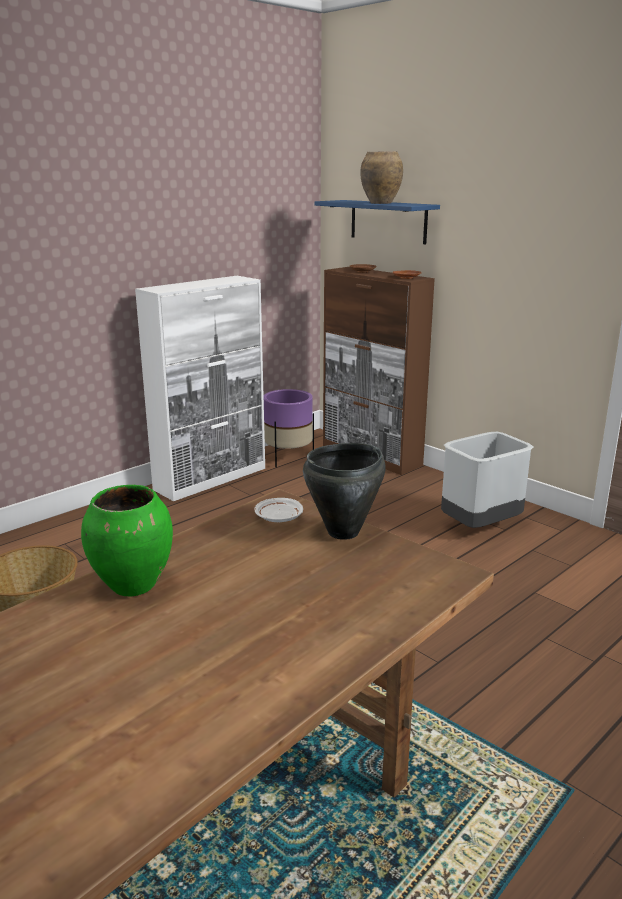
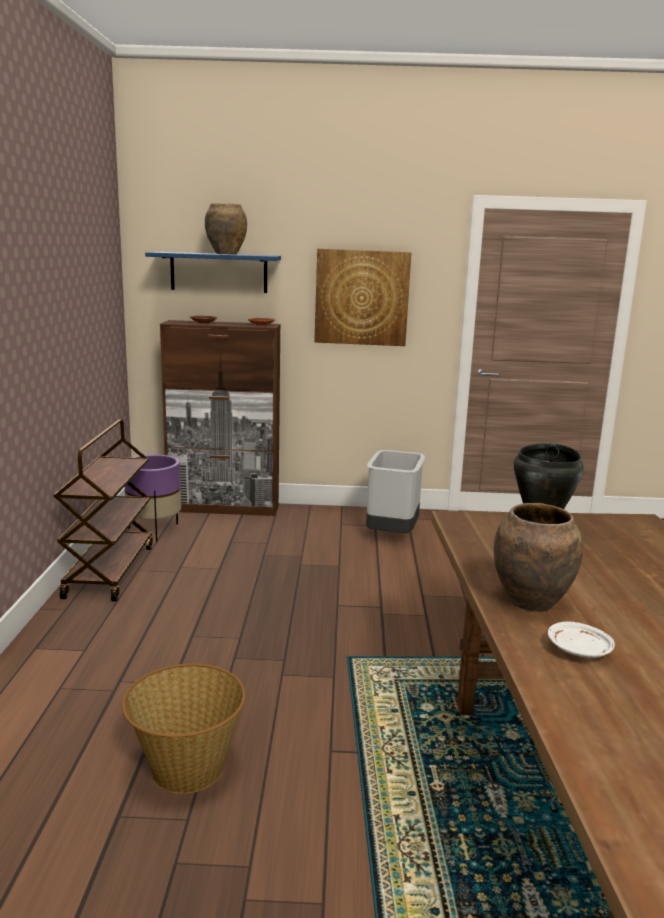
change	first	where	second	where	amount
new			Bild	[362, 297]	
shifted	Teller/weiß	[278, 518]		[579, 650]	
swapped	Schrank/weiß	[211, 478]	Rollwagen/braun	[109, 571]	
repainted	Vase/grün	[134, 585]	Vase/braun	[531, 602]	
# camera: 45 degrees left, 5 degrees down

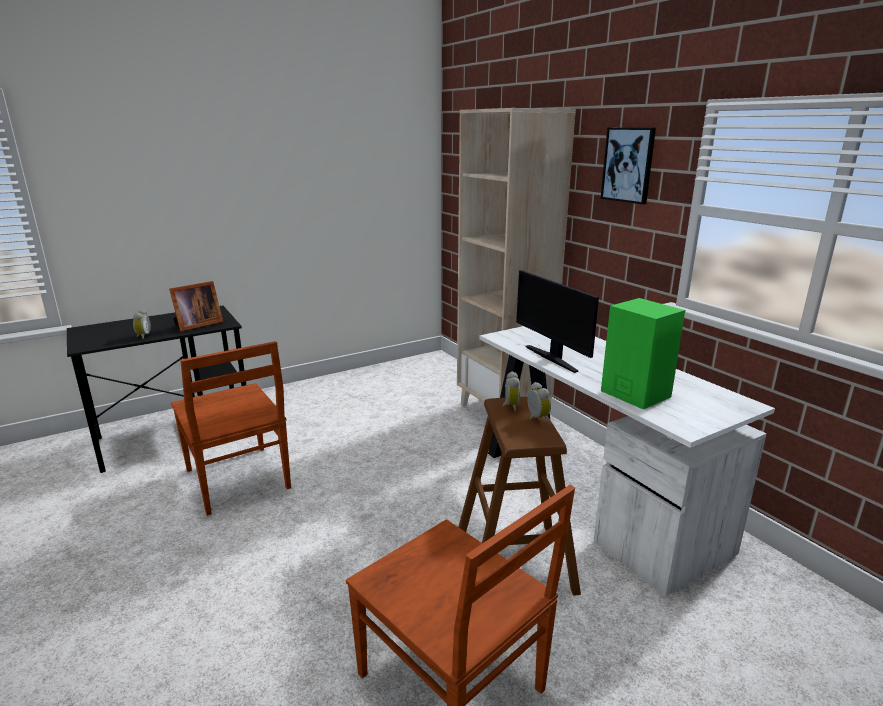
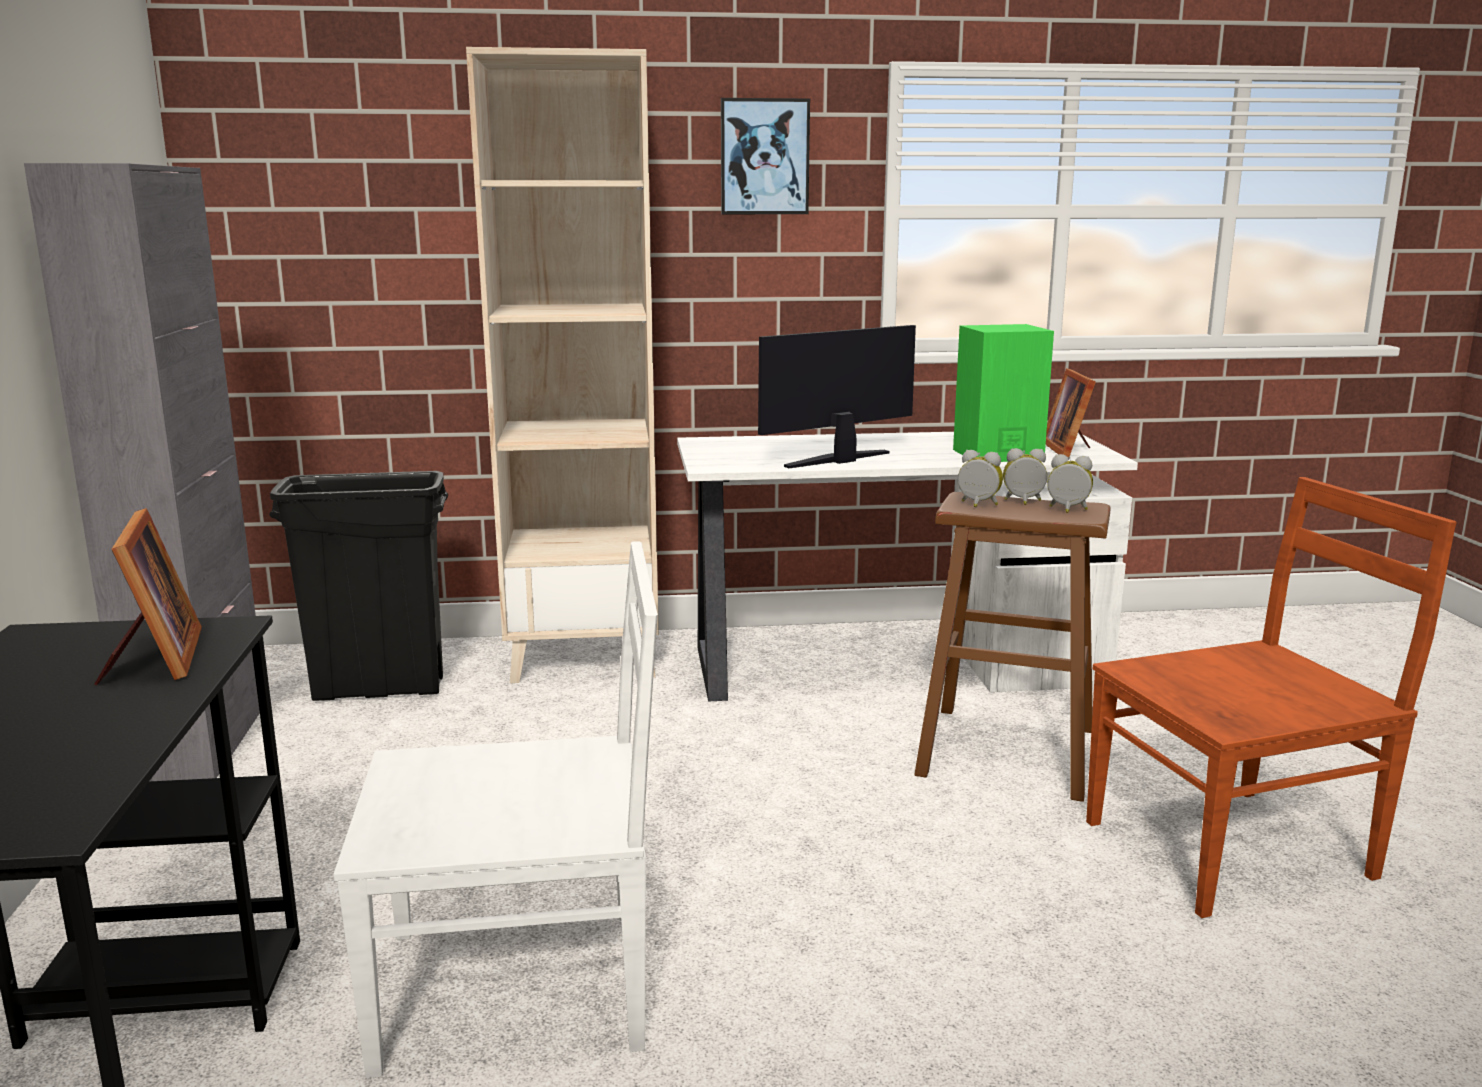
change	first	where	second	where	amount
new			Schrank/grau	[202, 743]	
new			Mülleimer/schwarz	[380, 689]	
new			Bilderrahmen	[1070, 450]	
shifted	Wecker	[143, 336]		[1067, 510]	
repainted	Stuhl/braun	[238, 480]	Stuhl/weiß	[522, 988]	
rotated	Monitor	[552, 358]		[840, 460]	150 degrees clockwise
# camera: 65 degrees left, 5 degrees down

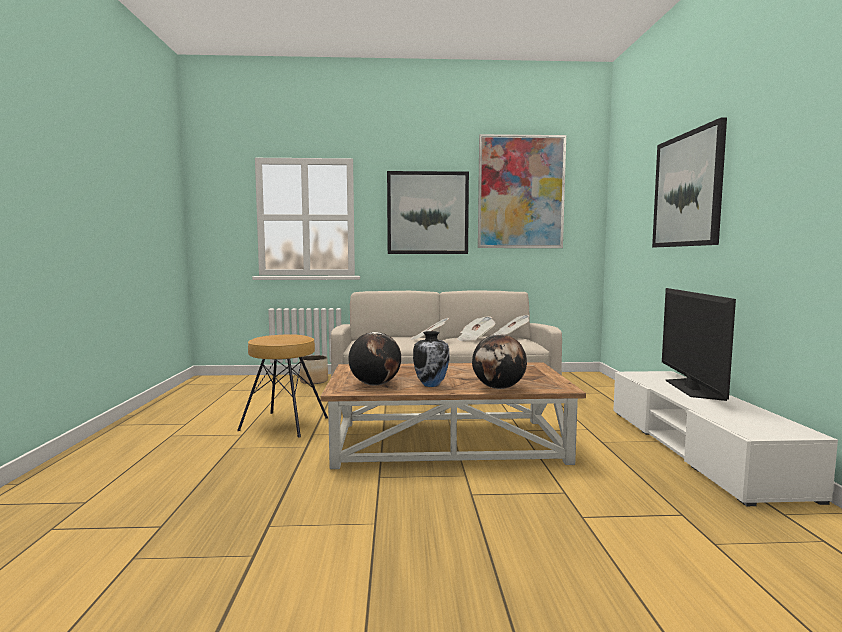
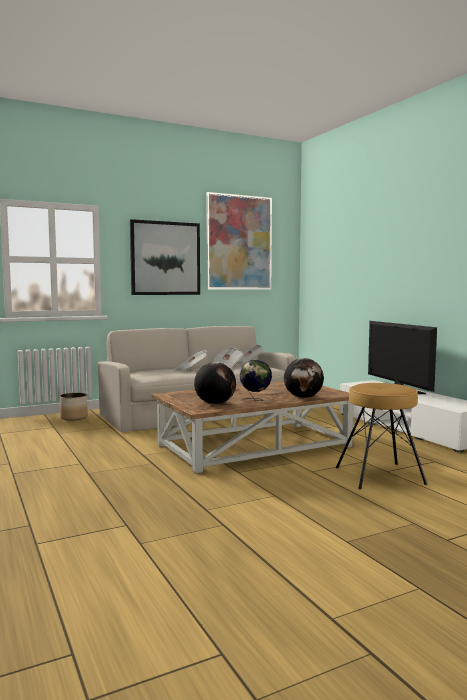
change	first	where	second	where	amount
gone	Bild	[687, 190]			
shifted	Hocker/braun	[284, 424]		[379, 476]	
swapped	Vase	[431, 385]	Globus	[255, 400]	
# camera: 25 degrees left, 0 degrees up

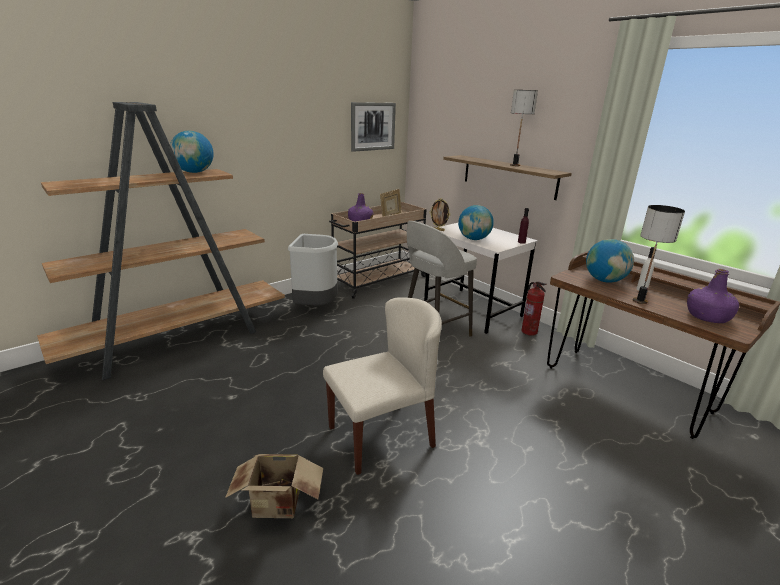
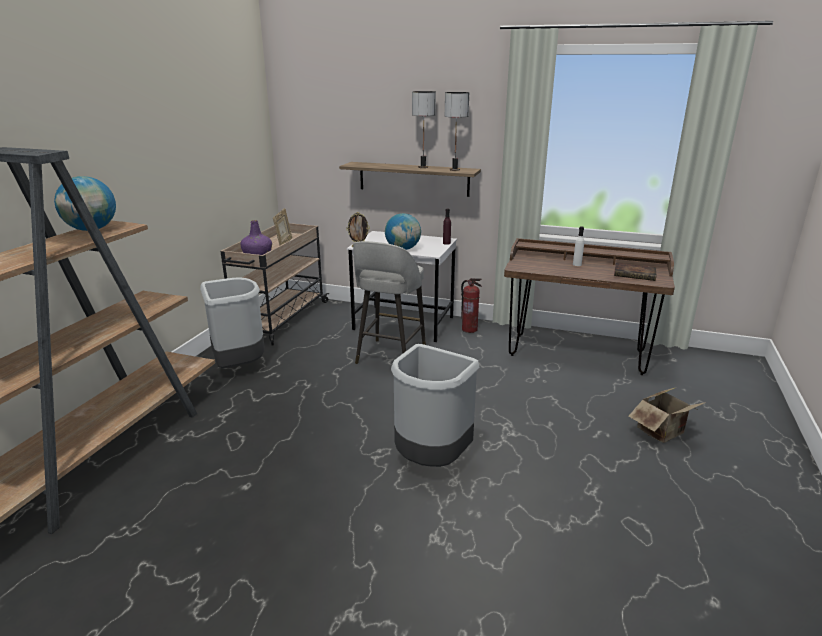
change	first	where	second	where	amount
gone	Bild	[372, 126]			
gone	Globus	[604, 280]			
shifted	Karton	[278, 506]		[663, 432]	
shifted	Tischlampe	[639, 301]		[454, 170]	
swapped	Stuhl/beige	[381, 436]	Mülleimer/grau	[431, 461]	
swapped	Flasche/lila	[707, 317]	Buch	[635, 275]	
# camera: 30 degrees left, 0 degrees up

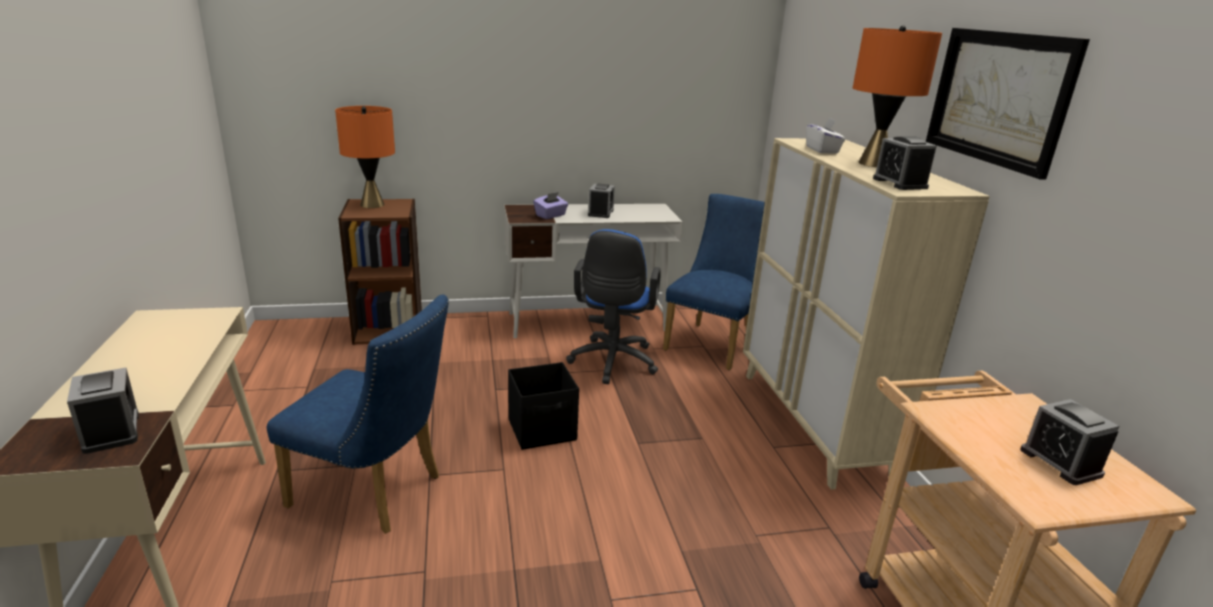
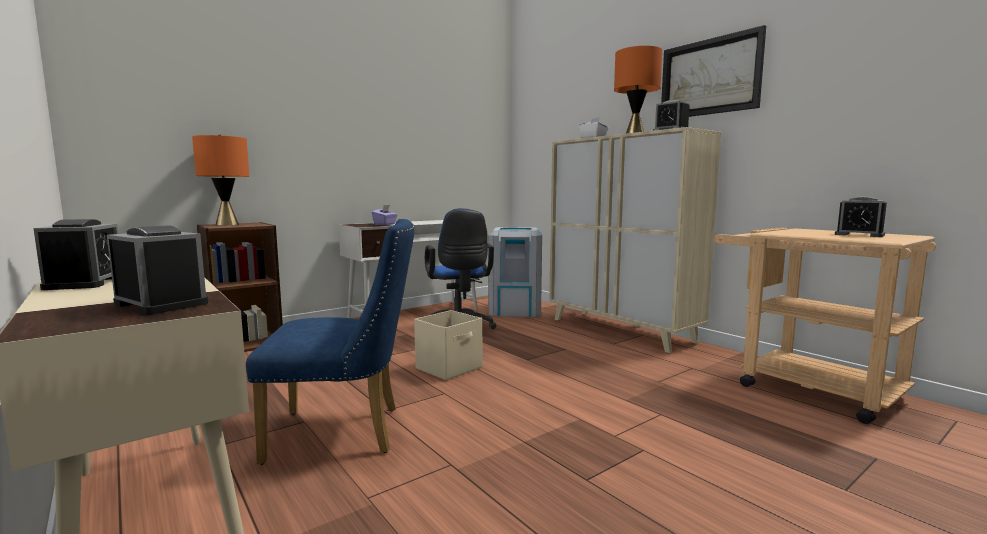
change	first	where	second	where	amount
shifted	Wecker	[600, 213]		[85, 283]	
swapped	Stuhl/blau	[714, 343]	Mülleimer/grau	[515, 310]	
repainted	Aufbewahrungsbox/schwarz	[543, 430]	Aufbewahrungsbox/beige	[450, 368]	
# camera: 25 degrees left, 15 degrees down

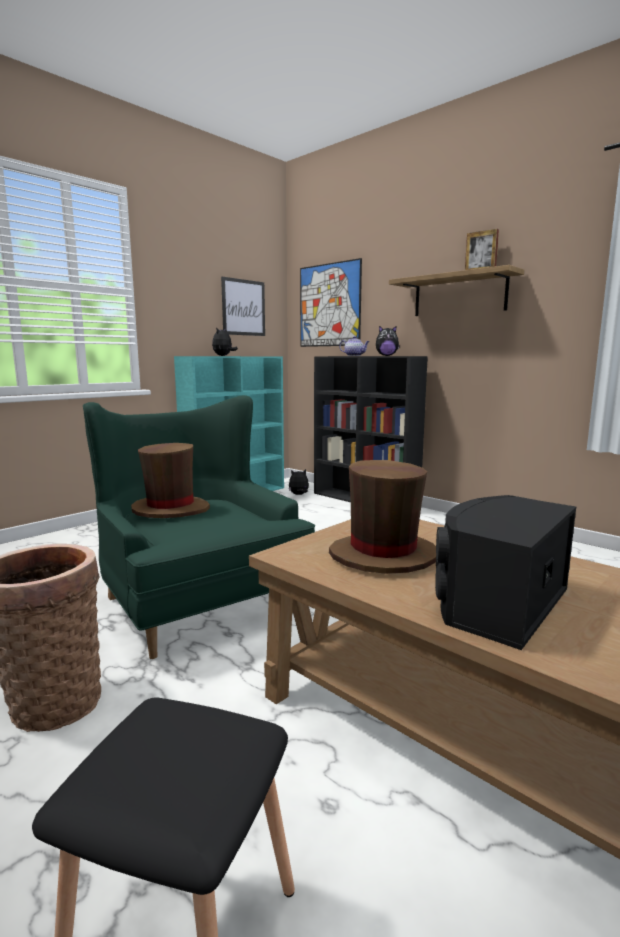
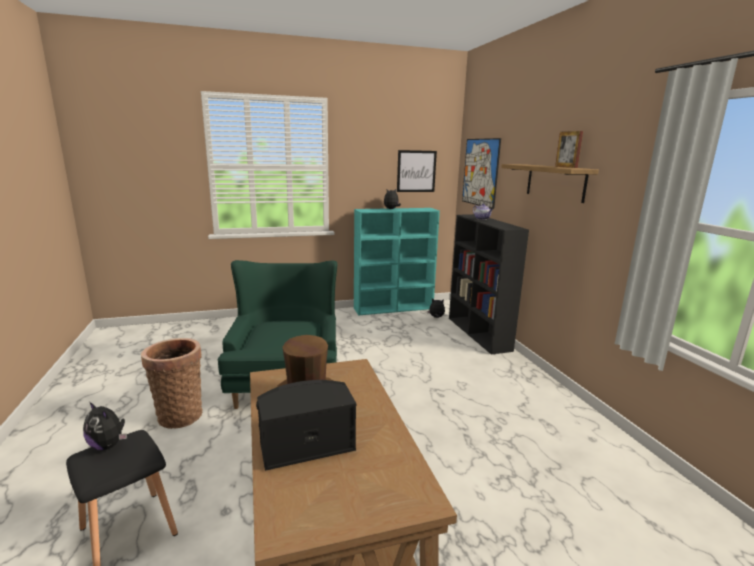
change	first	where	second	where	amount
gone	Hut/braun	[170, 509]			
shifted	Plüschtier	[386, 356]		[108, 445]	
# camera: 30 degrees right, 5 degrees up

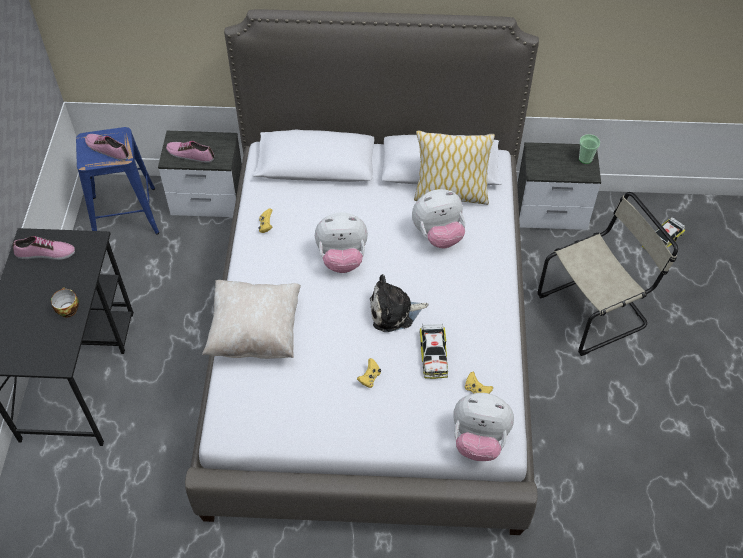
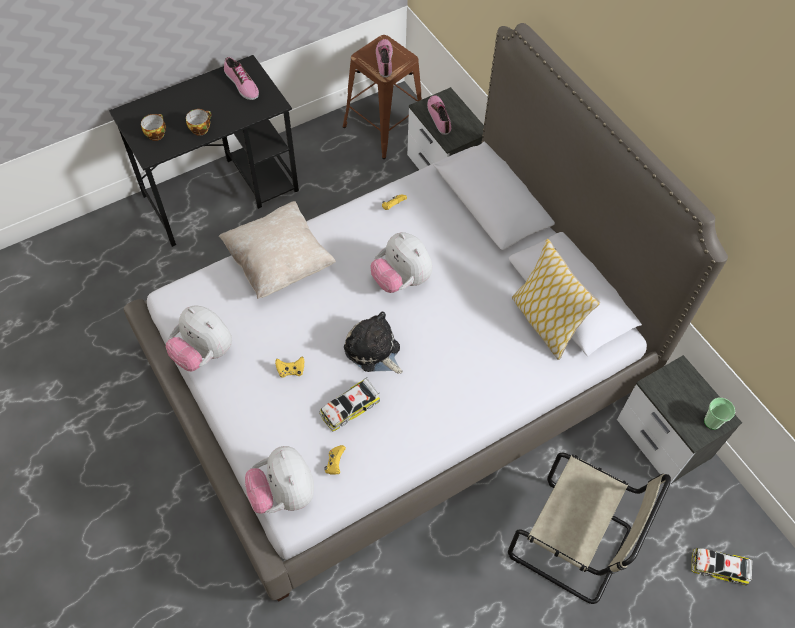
change	first	where	second	where	amount
new			Tasse	[156, 133]	
shifted	Plüschtier	[438, 235]		[204, 353]	
repainted	Hocker/blau	[125, 214]	Hocker/braun	[385, 126]	
# camera: 55 degrees right, 5 degrees up

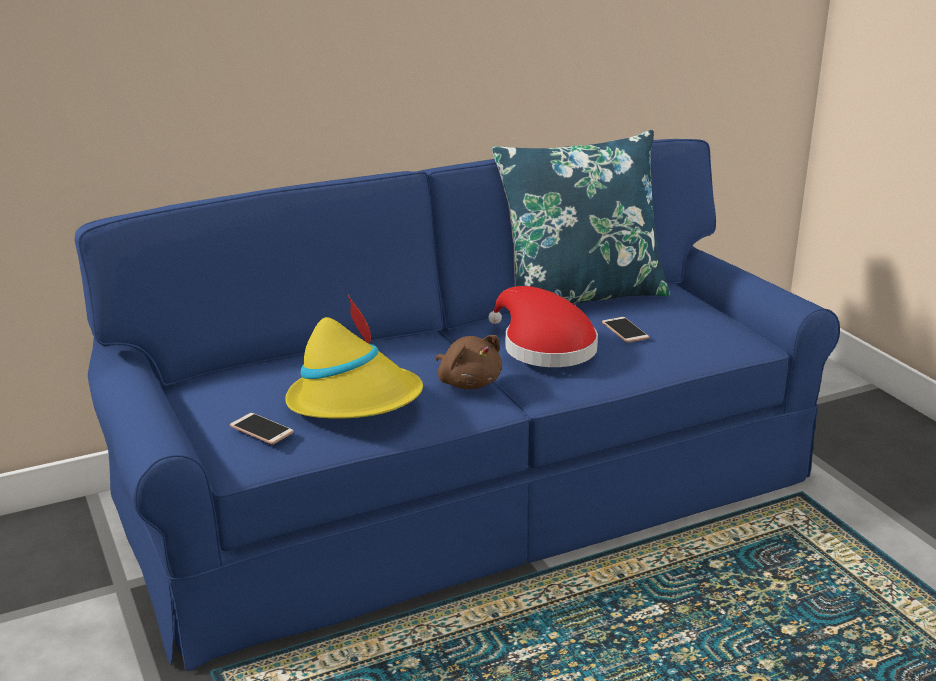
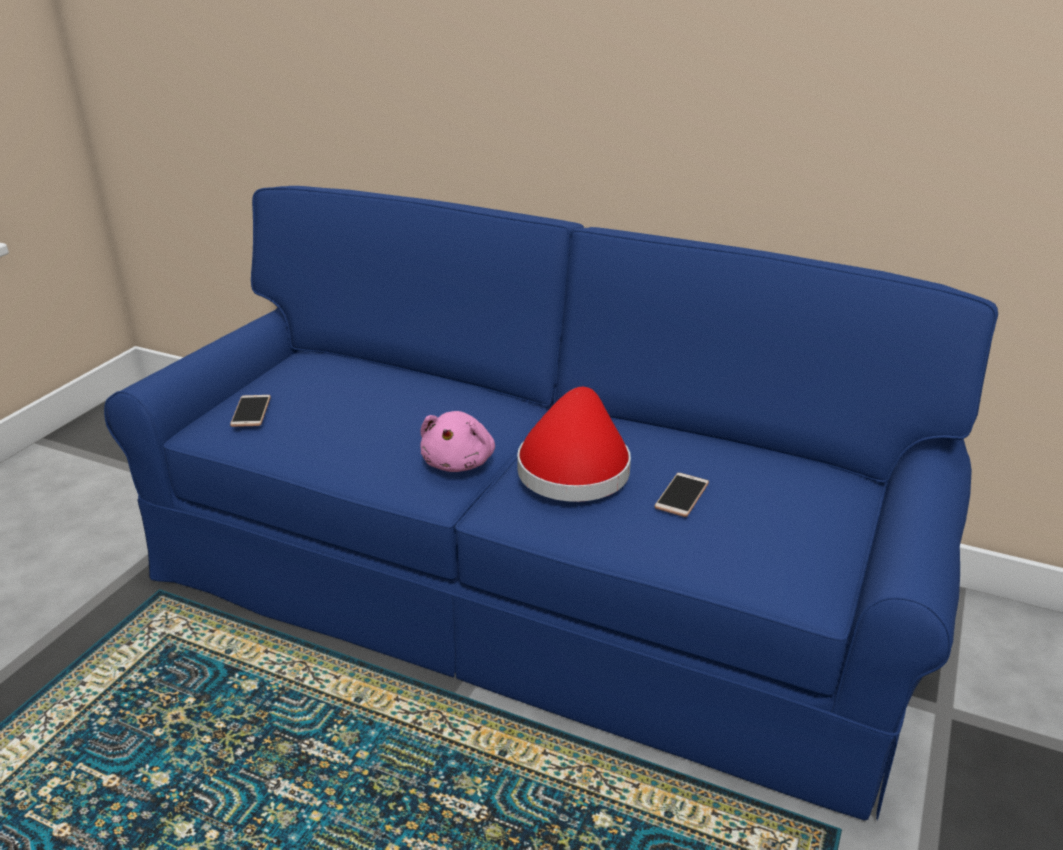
change	first	where	second	where	amount
gone	Hut/gelb	[355, 400]			
gone	Kissen/blau	[580, 296]			
repainted	Plüschtier/braun	[468, 382]	Plüschtier/rosa	[459, 462]	
# camera: 50 degrees right, 5 degrees up

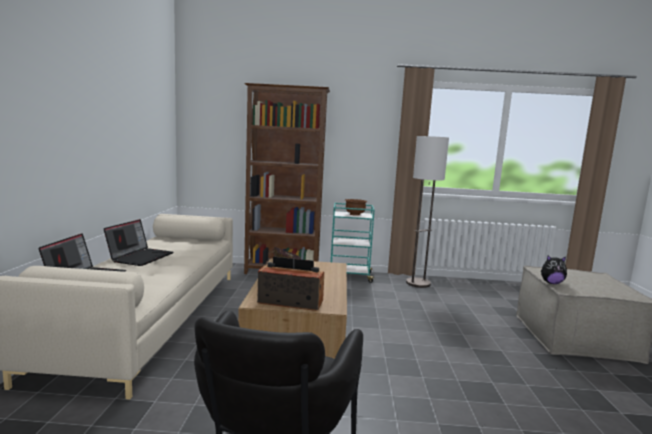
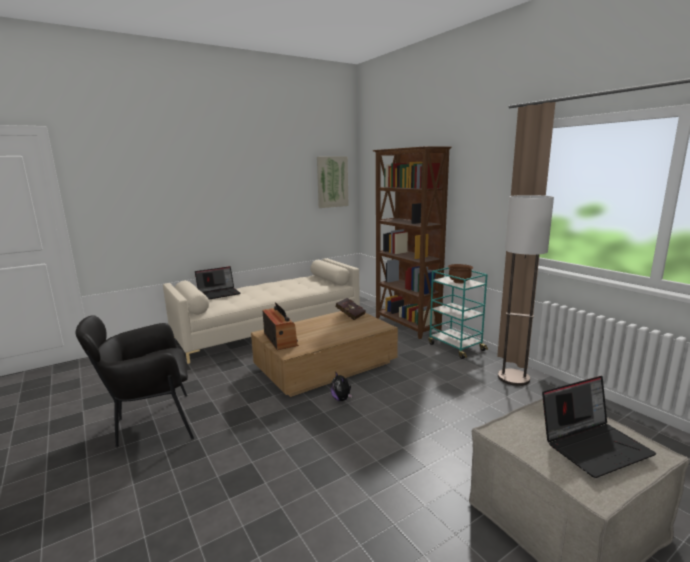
change	first	where	second	where	amount
new			Bild	[332, 182]	
shifted	Laptop	[140, 257]		[594, 445]	
shifted	Plüschtier	[551, 283]		[341, 399]	
# camera: 55 degrees right, 5 degrees up

